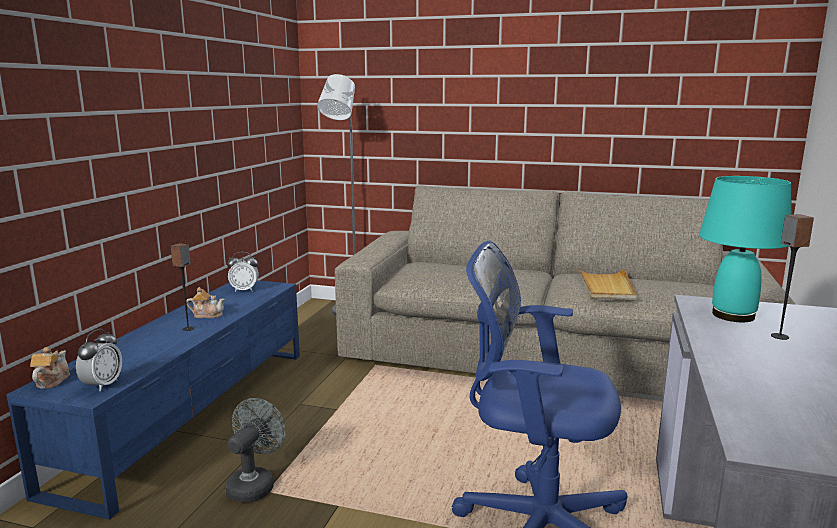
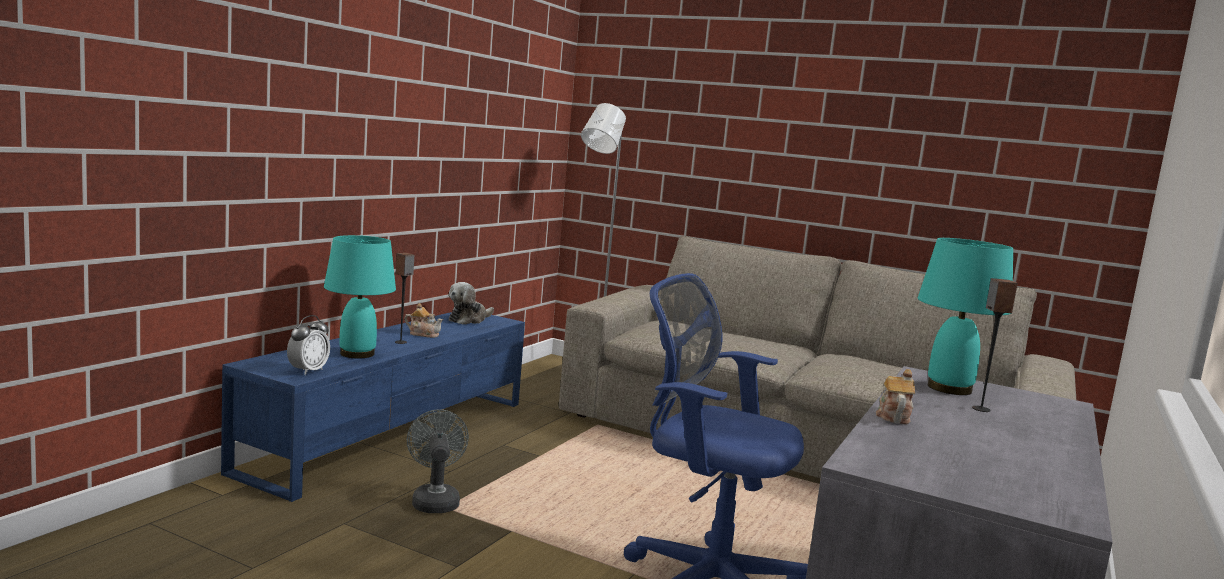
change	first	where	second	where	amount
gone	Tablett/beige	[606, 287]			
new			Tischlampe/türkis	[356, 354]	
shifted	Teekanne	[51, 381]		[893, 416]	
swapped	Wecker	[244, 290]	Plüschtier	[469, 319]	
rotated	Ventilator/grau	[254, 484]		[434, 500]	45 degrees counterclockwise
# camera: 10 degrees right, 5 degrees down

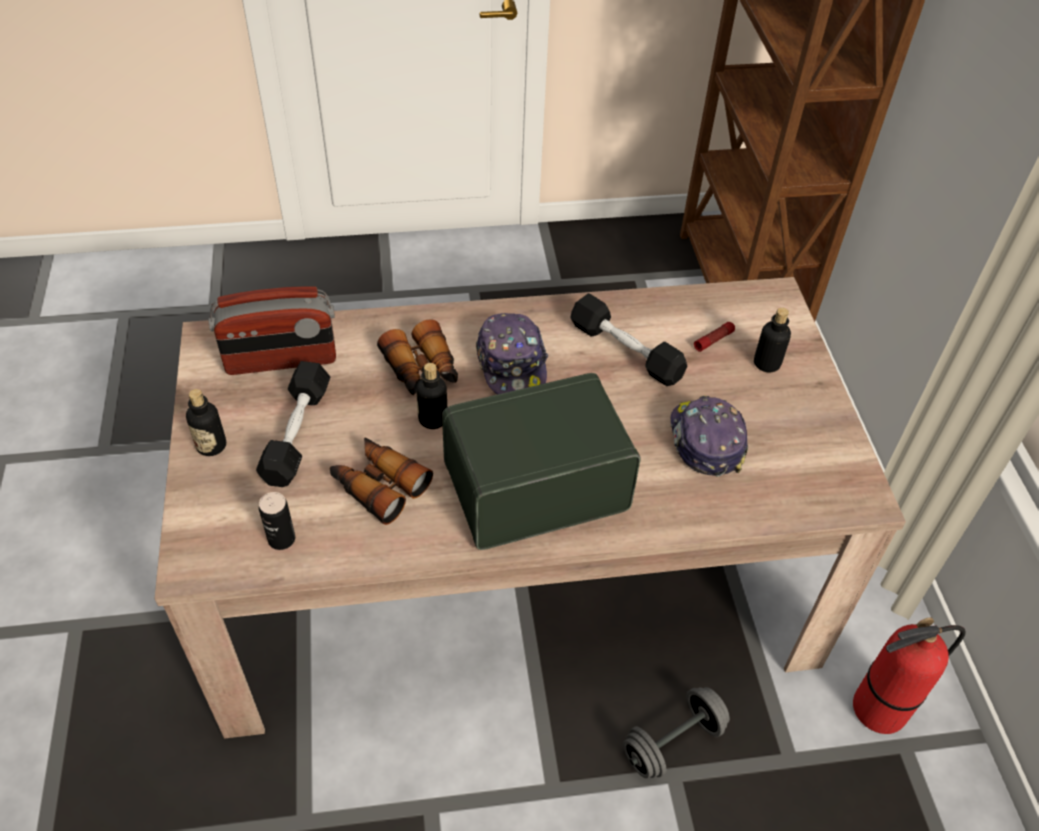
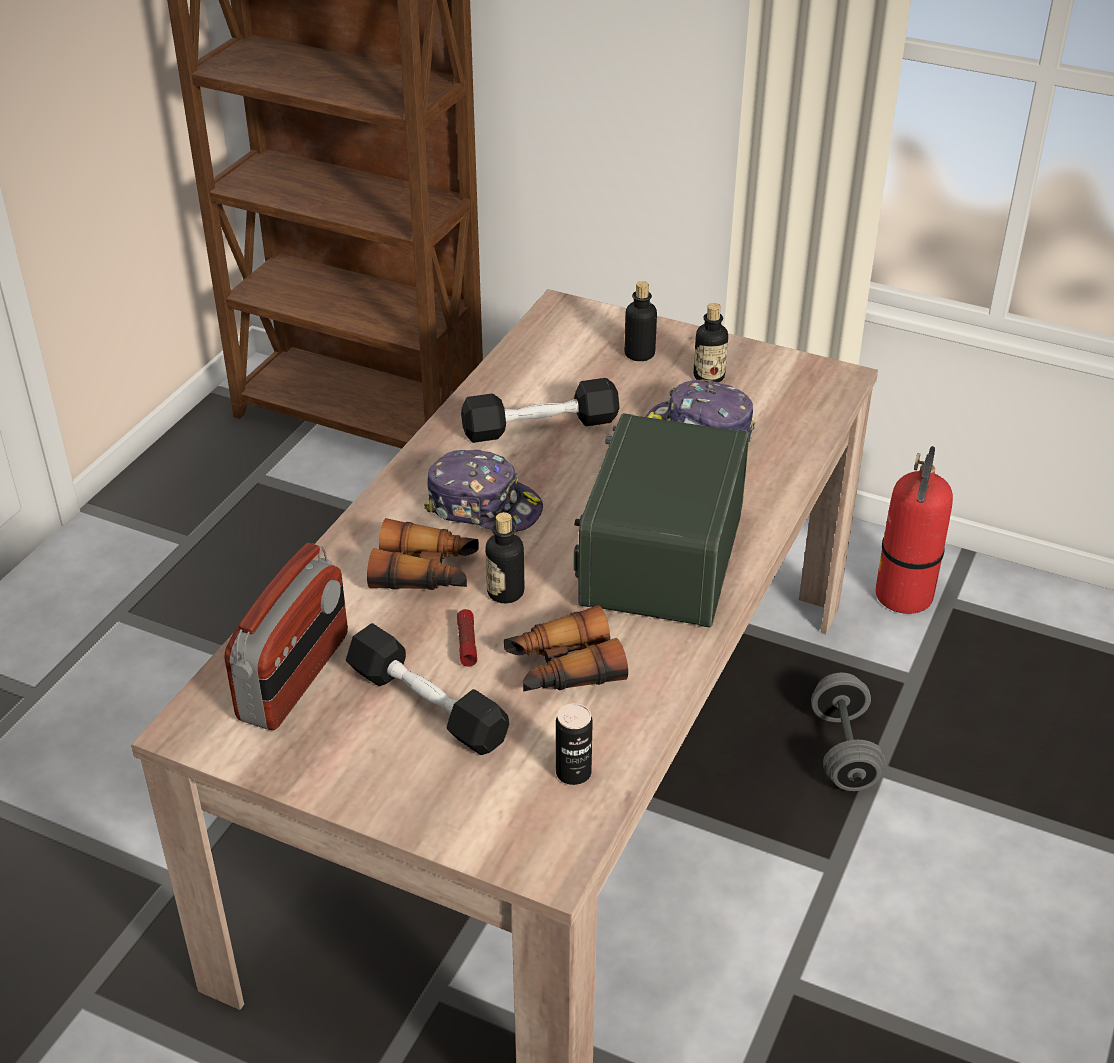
change	first	where	second	where	amount
shifted	Flasche	[211, 445]		[709, 376]	
shifted	Taschenlampe	[713, 340]		[467, 643]	
# camera: 55 degrees left, 10 degrees down

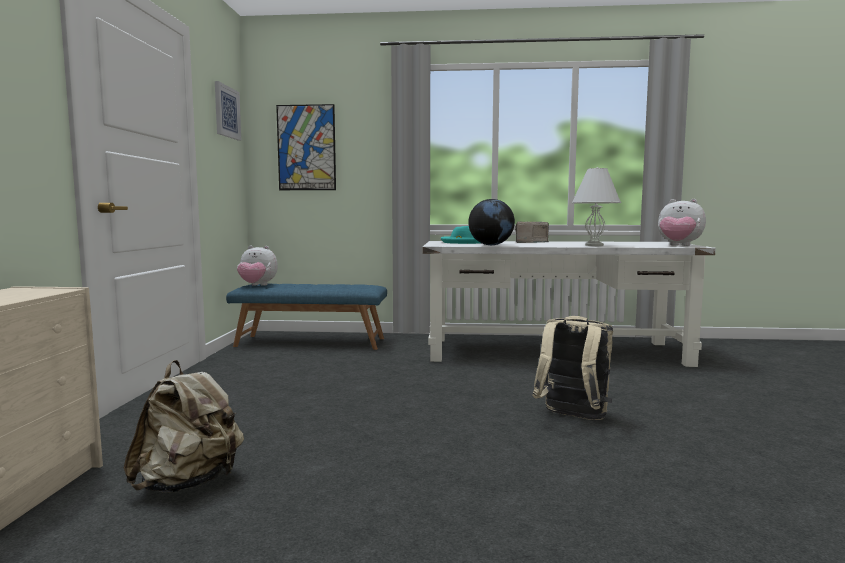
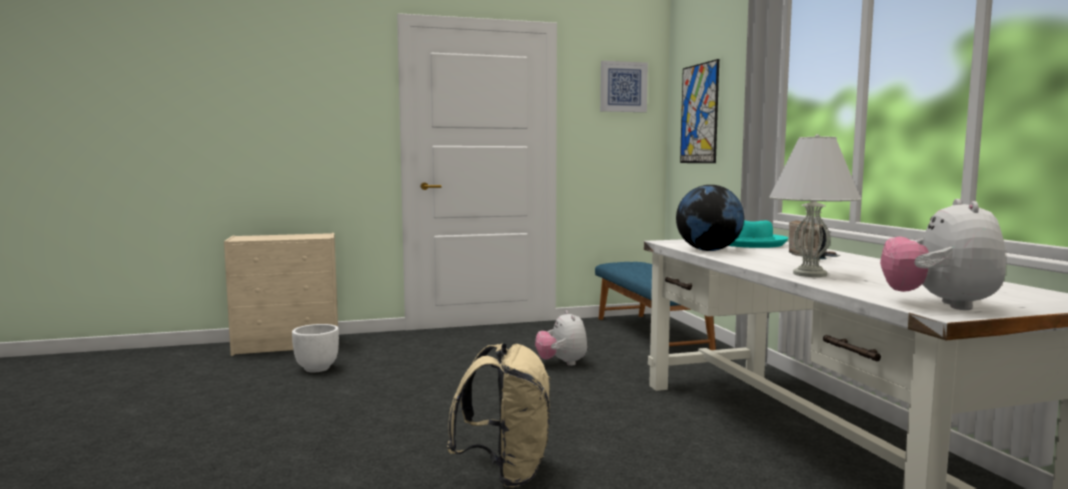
change	first	where	second	where	amount
shifted	Plüschtier	[257, 285]		[562, 363]	
swapped	Rucksack/beige	[189, 483]	Pflanzkübel/weiß	[317, 369]	
# camera: 70 degrees right, 0 degrees up

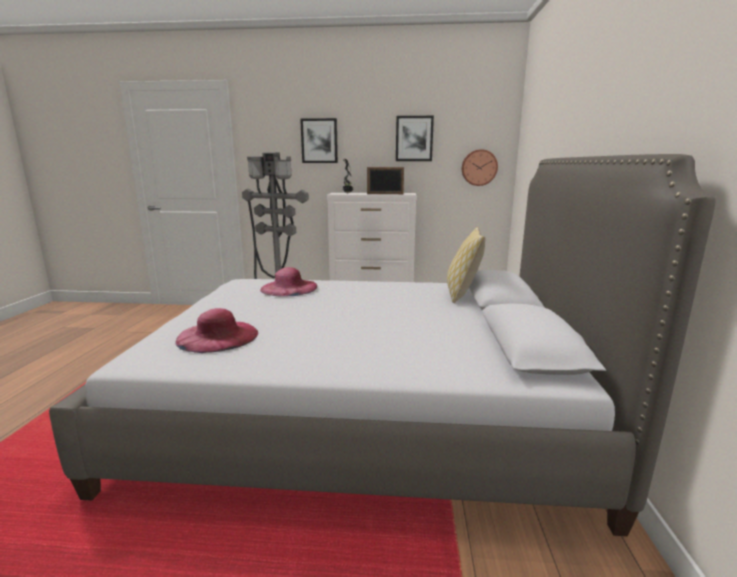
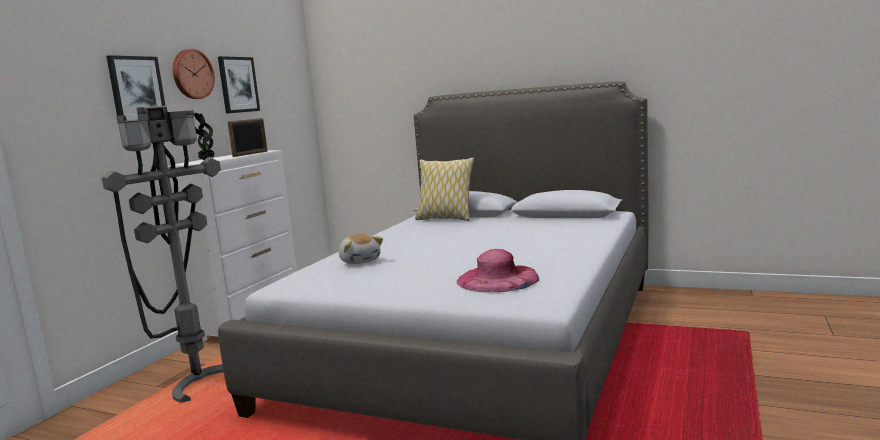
change	first	where	second	where	amount
shifted	Wanduhr	[479, 167]		[192, 74]	
swapped	Hut/rosa	[289, 288]	Plüschtier	[360, 261]	
# camera: 70 degrees left, 5 degrees down

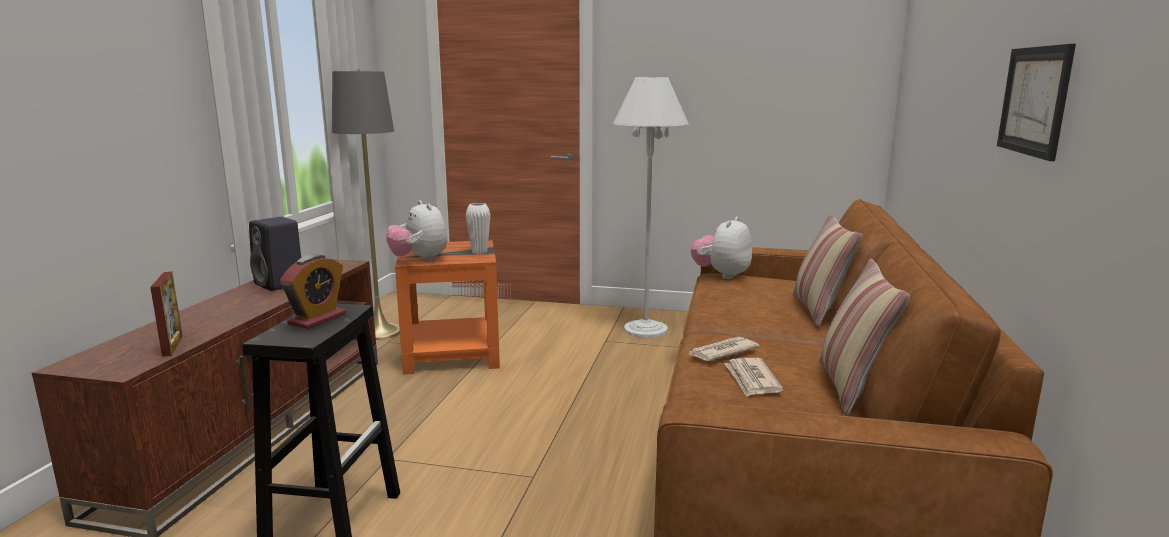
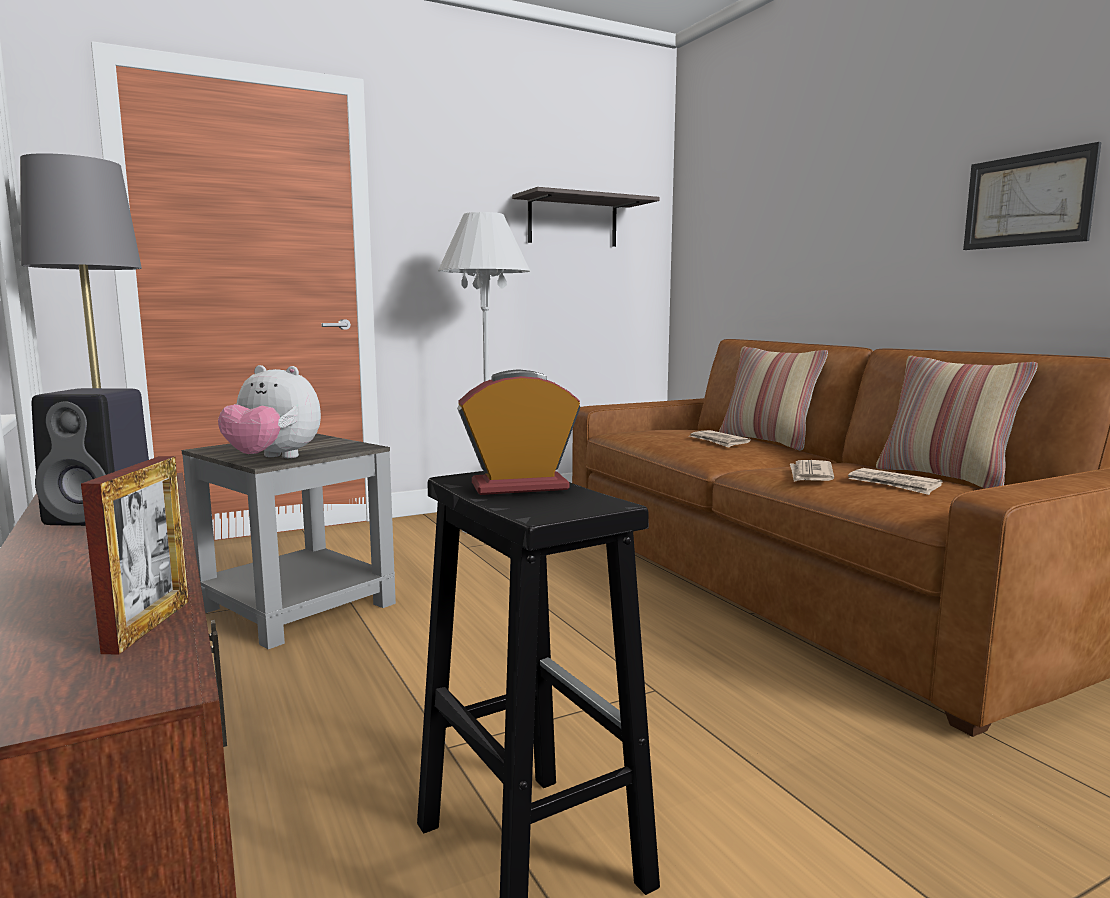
change	first	where	second	where	amount
gone	Vase/weiß	[479, 252]			
gone	Plüschtier	[721, 275]			
new			Wandregal	[572, 222]	
new			Zeitung	[718, 441]	
repainted	Beistelltisch/orange	[453, 353]	Beistelltisch/grau	[297, 605]	
rotated	Bilderrahmen	[172, 346]		[148, 626]	60 degrees clockwise
rotated	Wecker	[317, 319]		[519, 487]	90 degrees counterclockwise
# camera: 40 degrees left, 5 degrees down

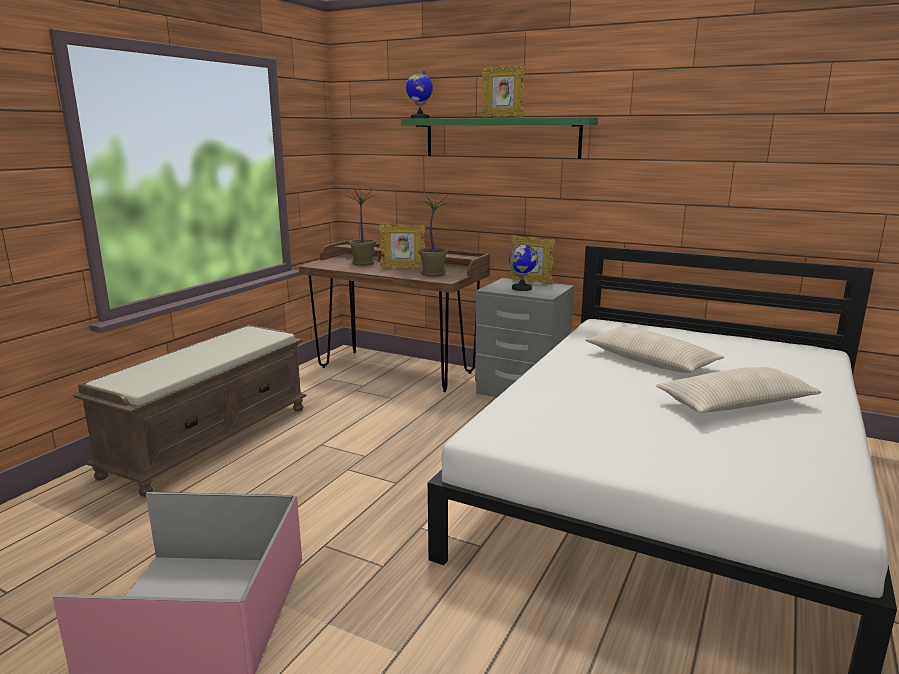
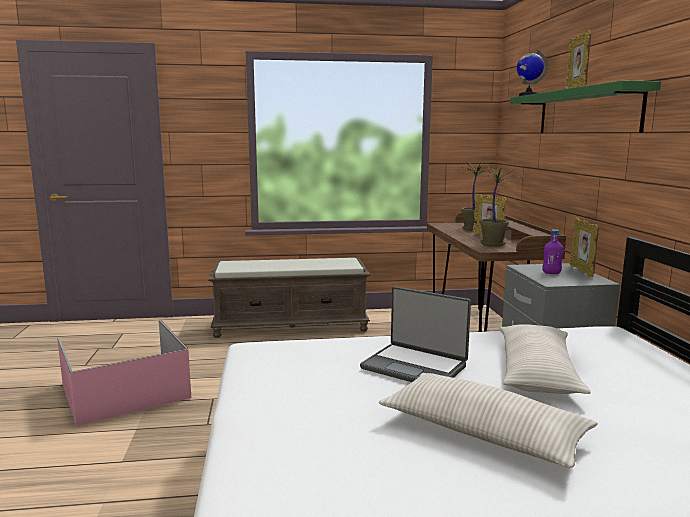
change	first	where	second	where	amount
new			Laptop	[415, 366]	
swapped	Globus	[522, 288]	Flasche/lila	[551, 273]	
# camera: 55 degrees right, 5 degrees down

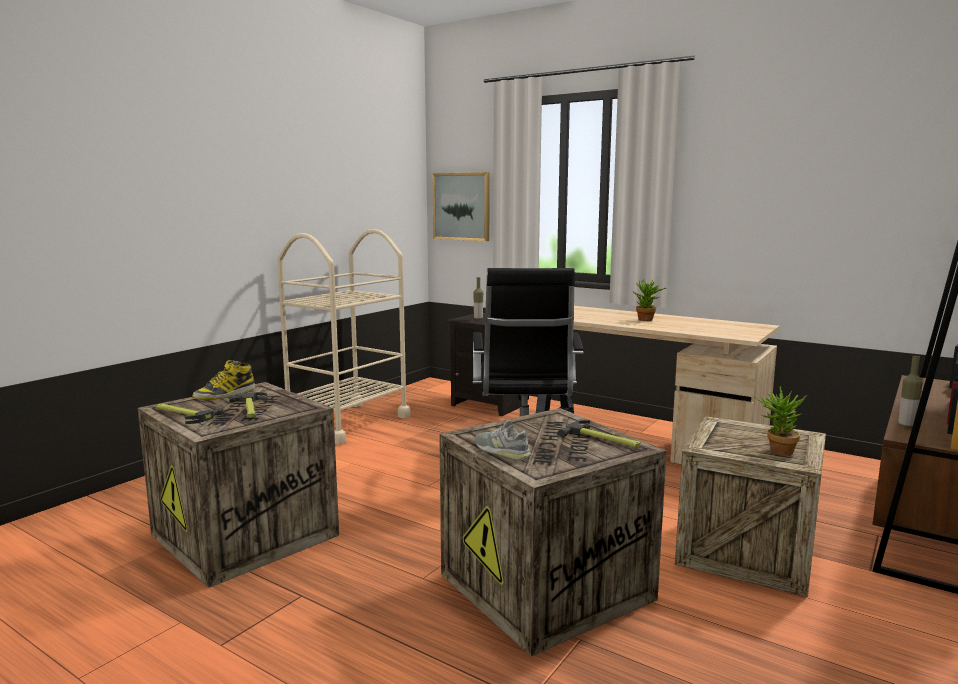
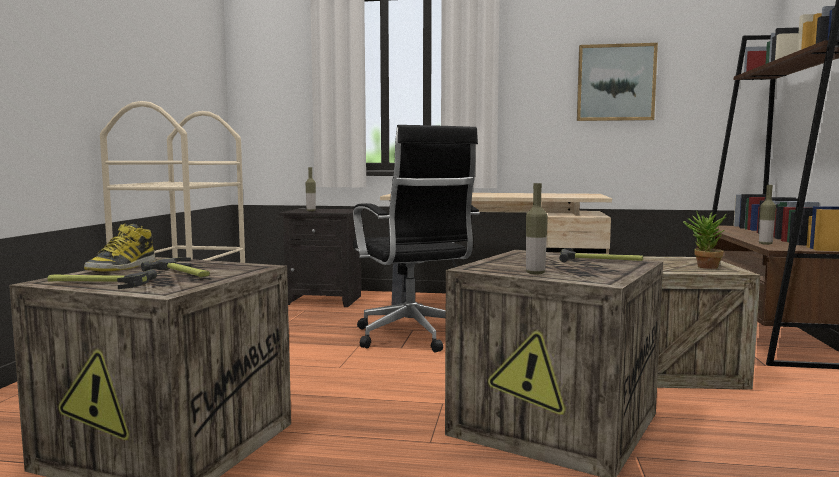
change	first	where	second	where	amount
gone	Topfpflanze	[647, 320]			
shifted	Bild	[462, 206]		[615, 83]	
swapped	Schuh/grau	[502, 451]	Flasche	[535, 273]	
# camera: 25 degrees left, 5 degrees down

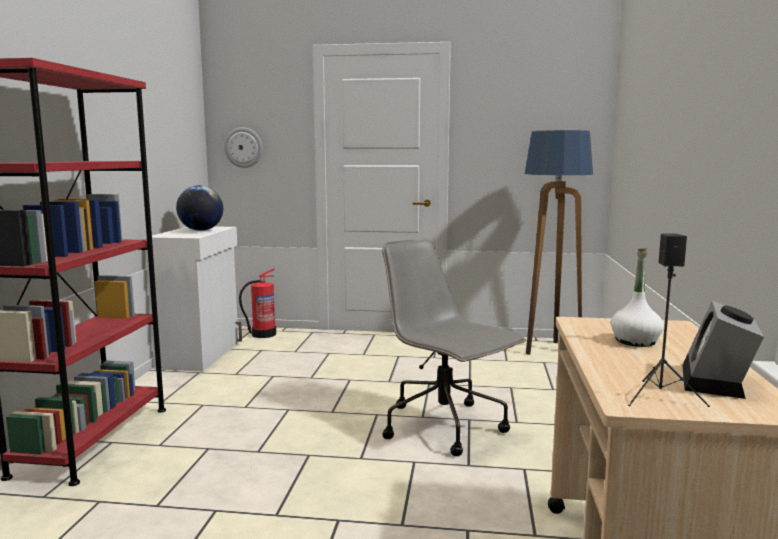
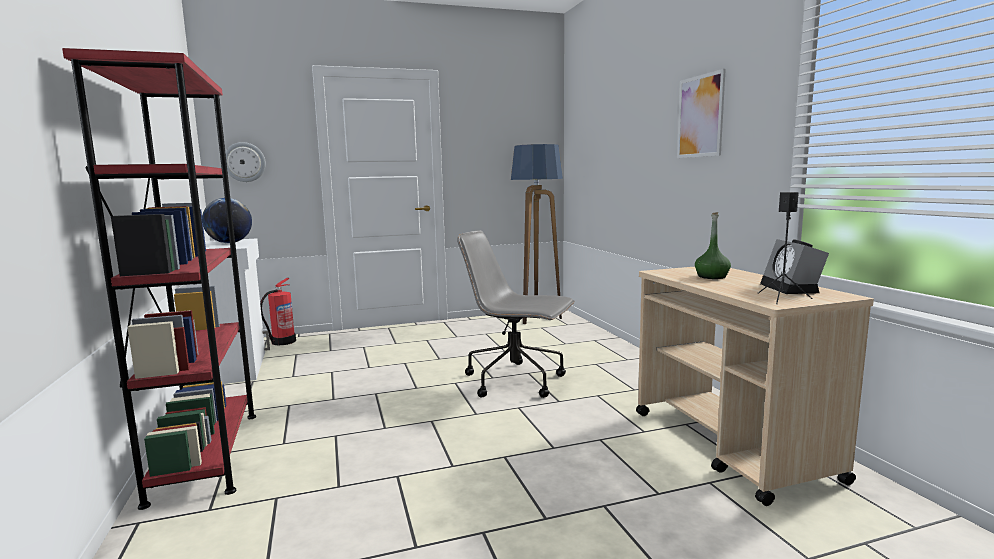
change	first	where	second	where	amount
new			Bild	[700, 116]	
repainted	Flasche/weiß	[635, 341]	Flasche/grün	[711, 277]	
# camera: 25 degrees left, 0 degrees up

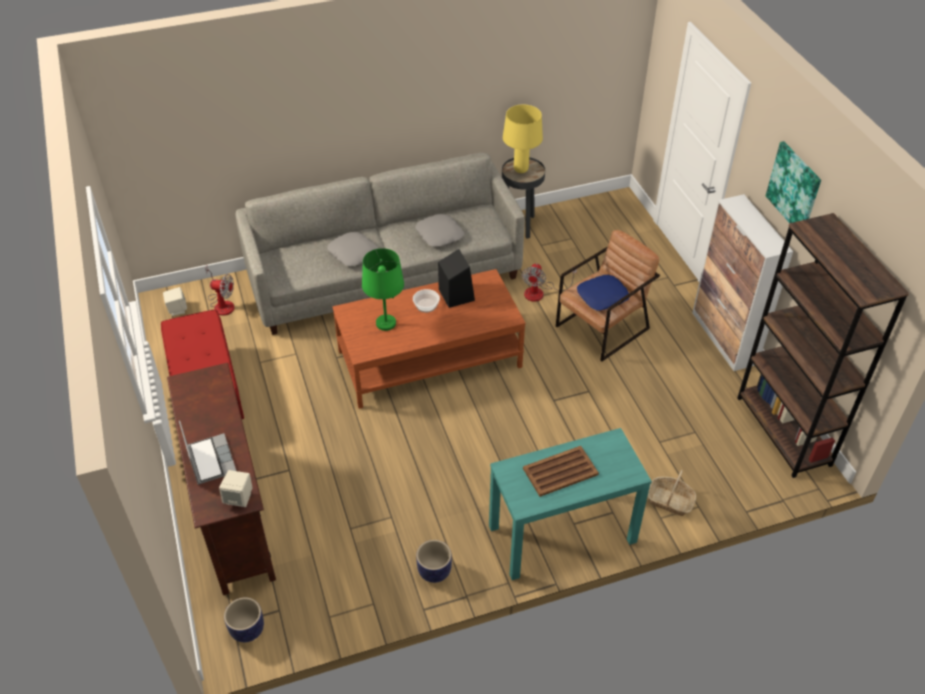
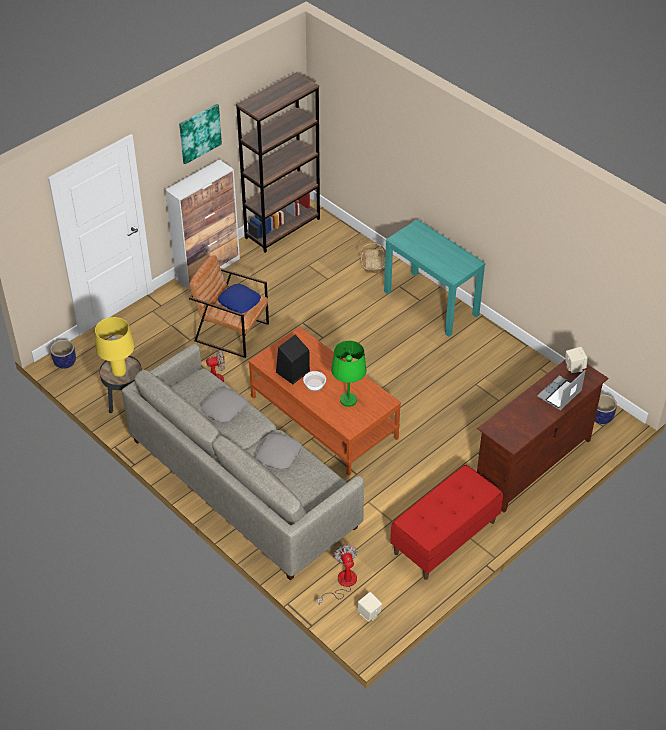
change	first	where	second	where	amount
gone	Tablett/braun	[559, 471]			
shifted	Pflanzkübel	[434, 571]		[65, 363]	
# camera: 115 degrees left, 0 degrees up

